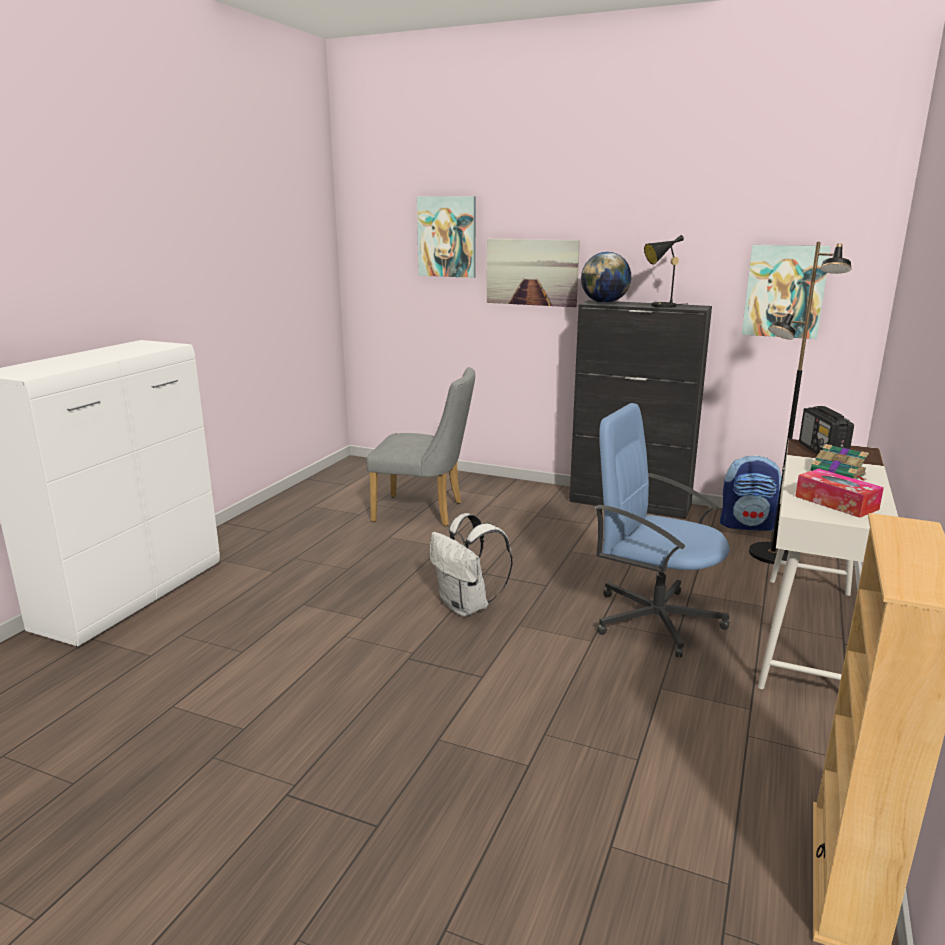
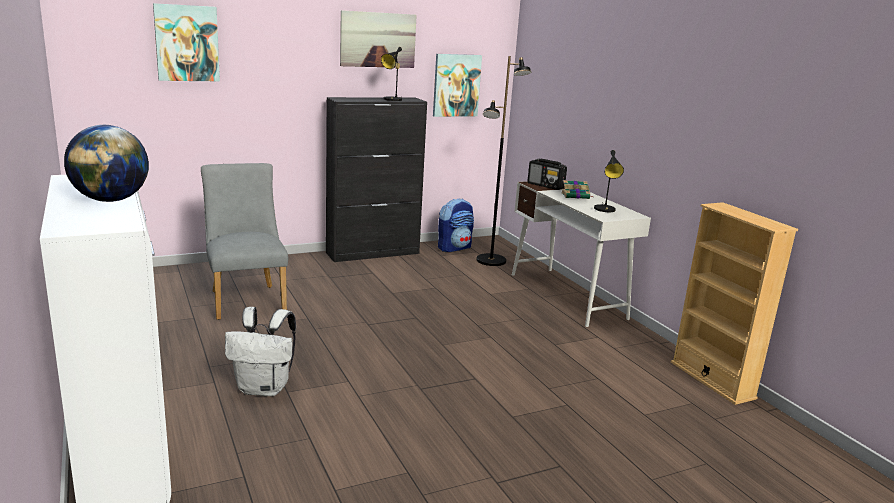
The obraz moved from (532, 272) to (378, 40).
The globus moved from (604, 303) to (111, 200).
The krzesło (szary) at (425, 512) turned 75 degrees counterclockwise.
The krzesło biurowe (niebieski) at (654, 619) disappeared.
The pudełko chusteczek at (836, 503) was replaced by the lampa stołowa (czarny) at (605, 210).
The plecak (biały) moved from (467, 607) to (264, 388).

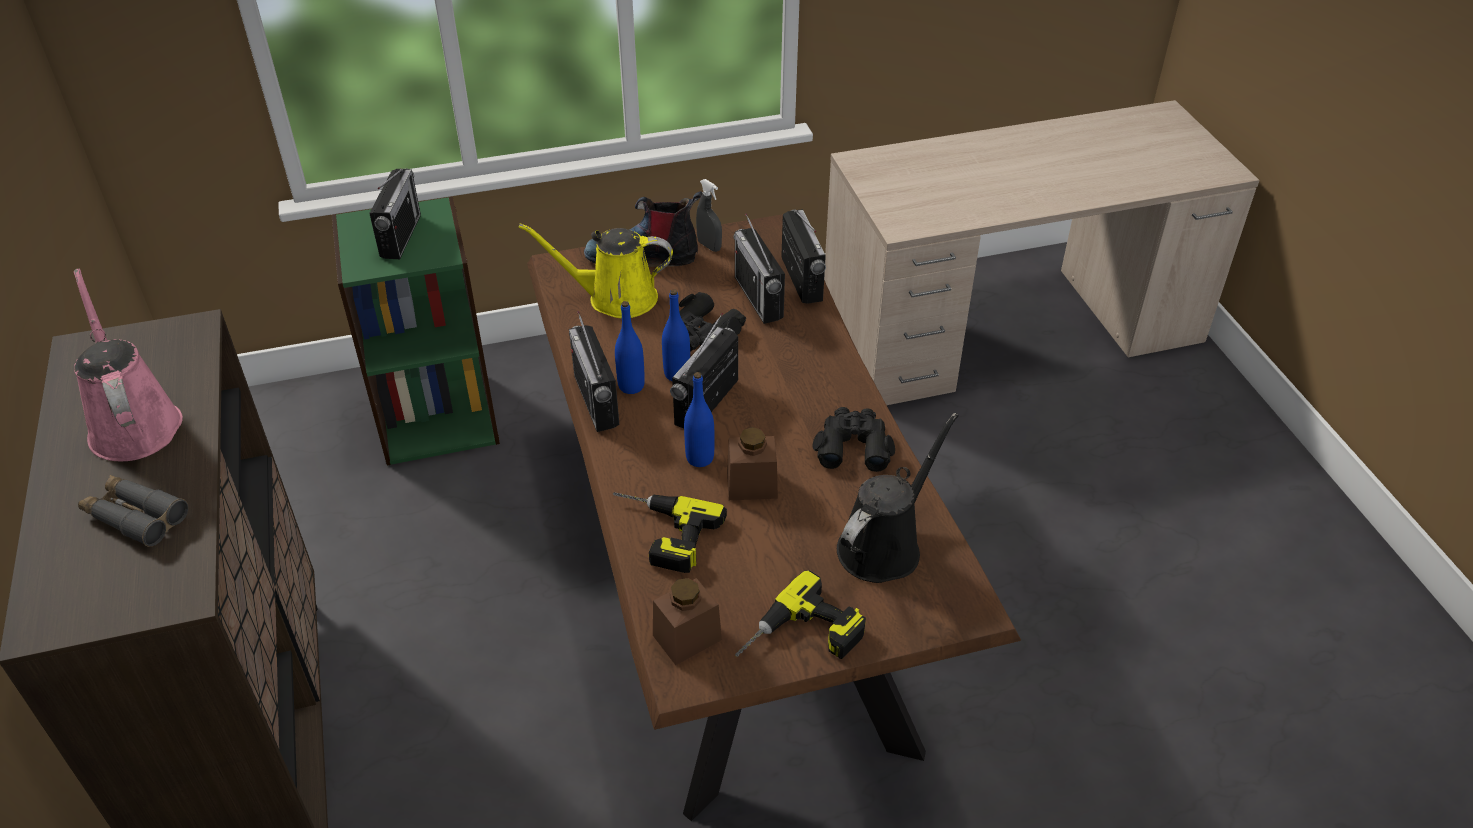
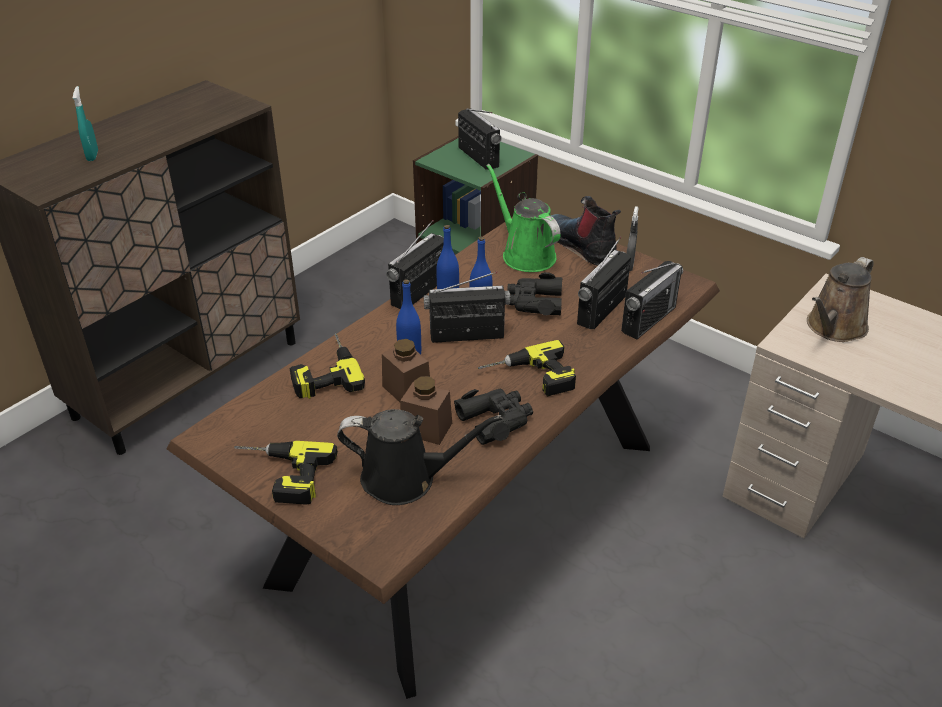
The radio at (401, 236) turned 90 degrees counterclockwise.
The konewka (żółty) at (615, 298) became the konewka (zielony) at (525, 254).
The konewka (różowy) at (133, 423) disappeared.
The lornetka (szary) at (135, 516) was replaced by the spryskiwacz (turkusowy) at (92, 156).
The słoik (brązowy) moved from (687, 637) to (426, 428).
The konewka (brązowy) at (834, 328) appeared.
The wiertarka at (529, 378) appeared.

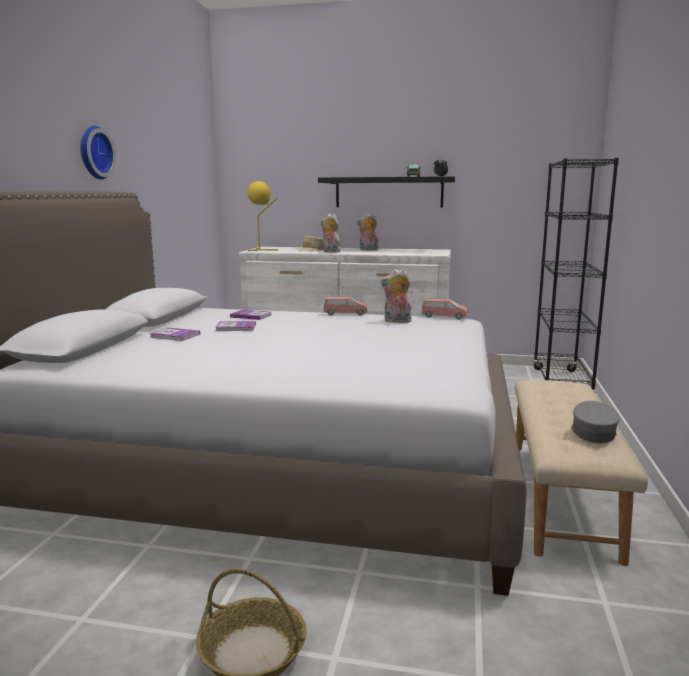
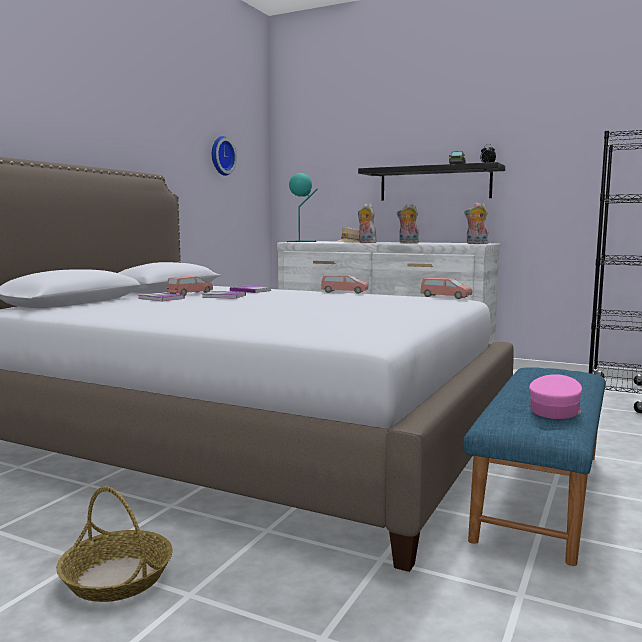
The zegar ścienny moved from (93, 153) to (221, 156).
The lampa stołowa (żółty) at (261, 250) became the lampa stołowa (turkusowy) at (301, 241).
The pluszak moved from (396, 321) to (476, 244).
The ławka (beżowy) at (559, 495) became the ławka (niebieski) at (538, 493).
The czapka z daszkiem (szary) at (592, 432) became the czapka z daszkiem (różowy) at (554, 410).
The samochodzik (różowy) at (190, 294) appeared.

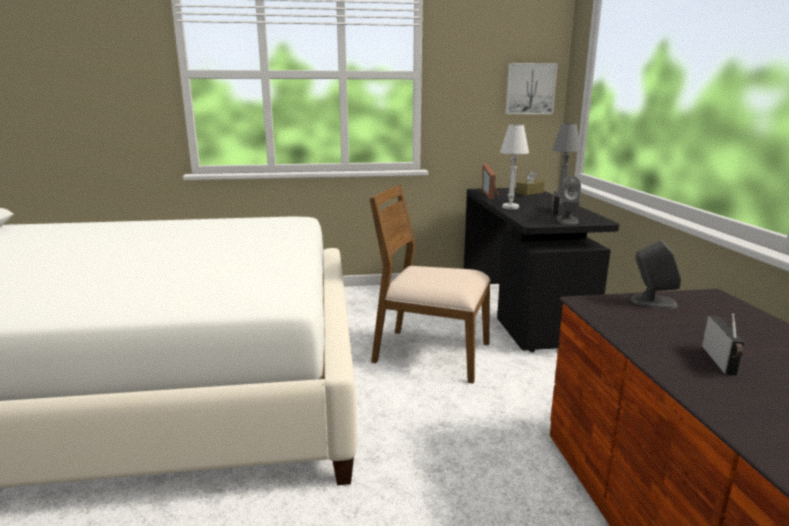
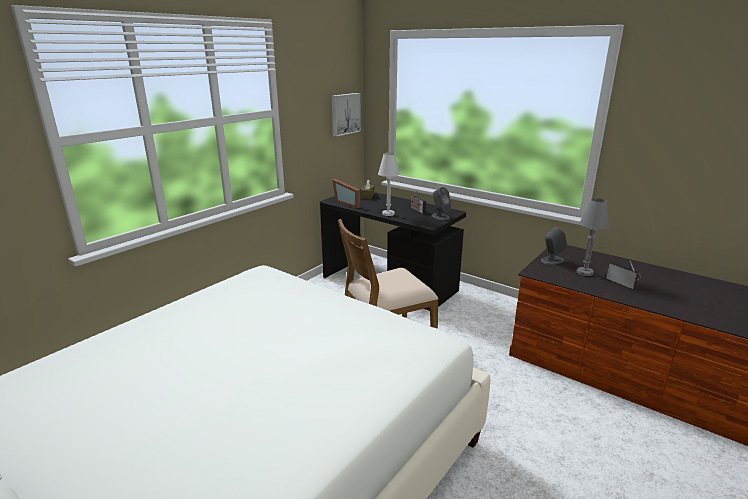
The lampa stołowa (szary) moved from (561, 204) to (584, 272).

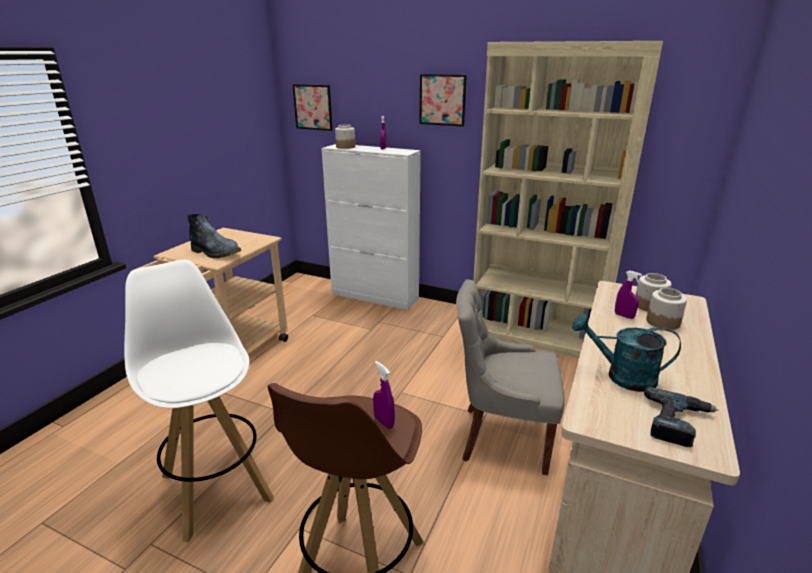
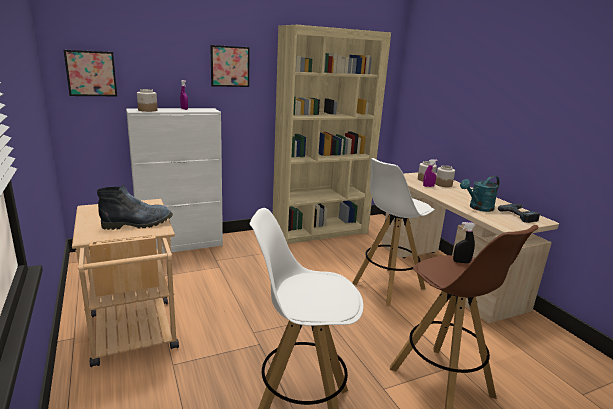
The krzesło (szary) at (501, 437) was replaced by the stołek (biały) at (387, 286).
The spryskiwacz (fioletowy) at (384, 422) became the spryskiwacz (czarny) at (461, 262).

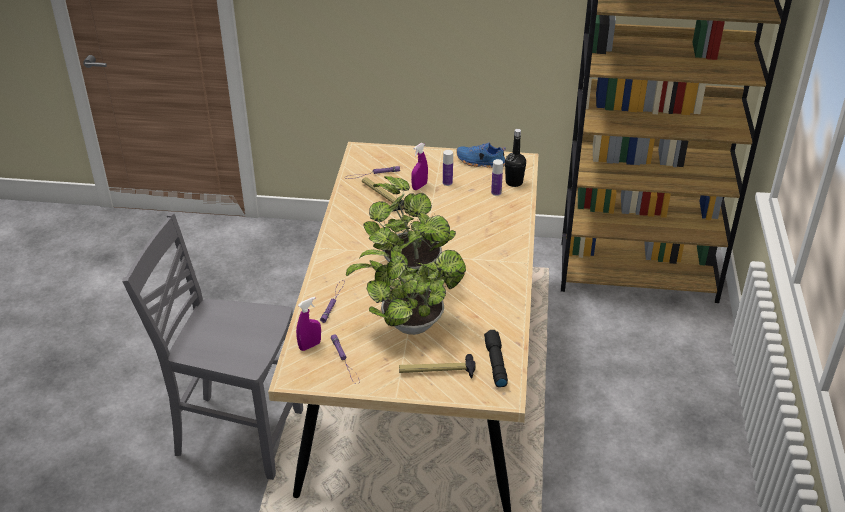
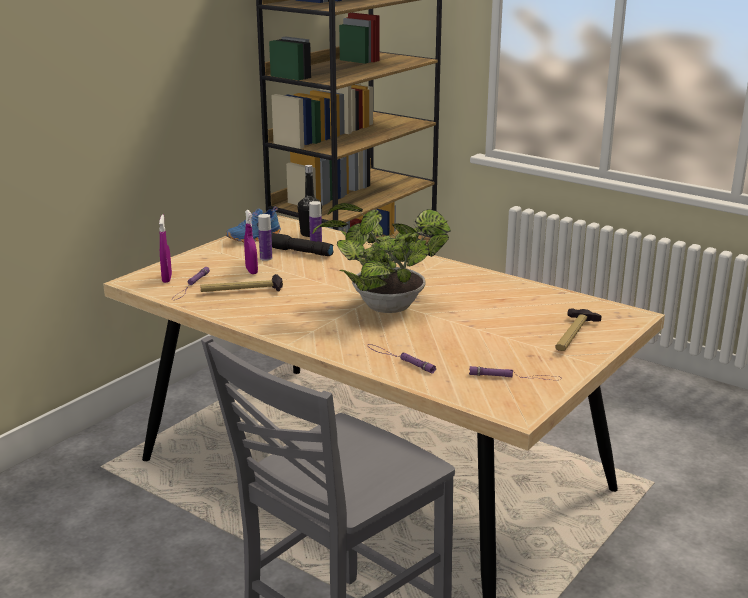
The roślina doniczkowa at (407, 324) disappeared.
The spryskiwacz (fioletowy) moved from (310, 346) to (167, 278).
The latarka (czarny) moved from (495, 363) to (300, 252).

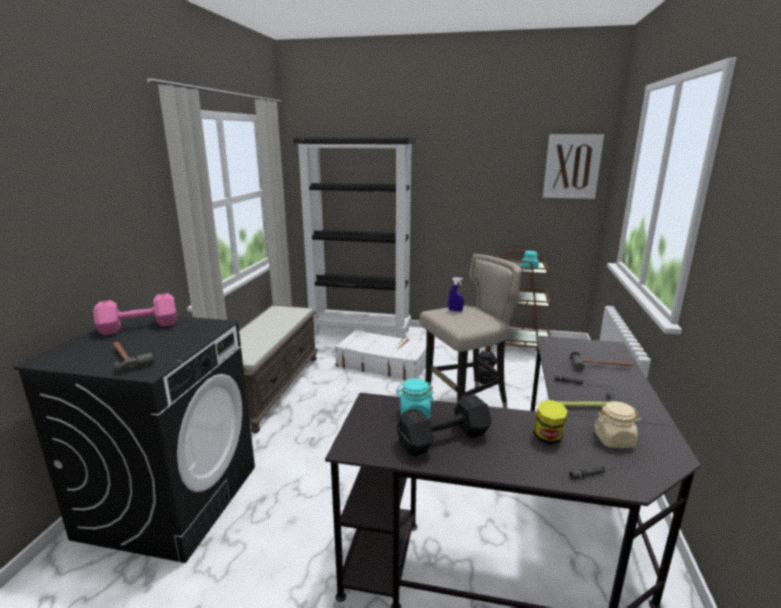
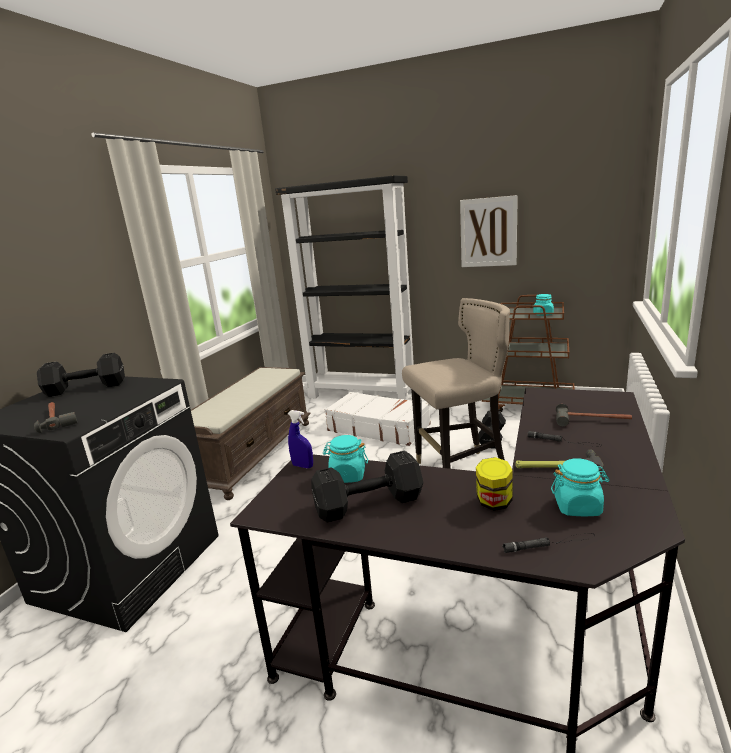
The obraz moved from (572, 167) to (488, 232).
The spryskiwacz (niebieski) moved from (455, 311) to (303, 466).
The hantel (różowy) at (137, 327) became the hantel (czarny) at (84, 388).
The słoik (beżowy) at (614, 440) became the słoik (turkusowy) at (578, 507).

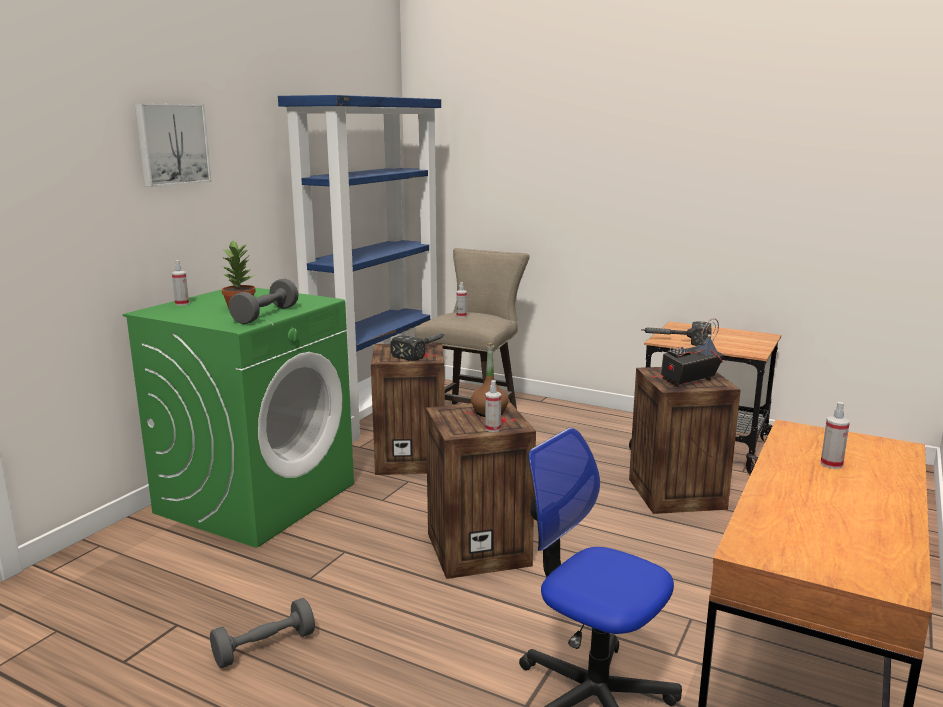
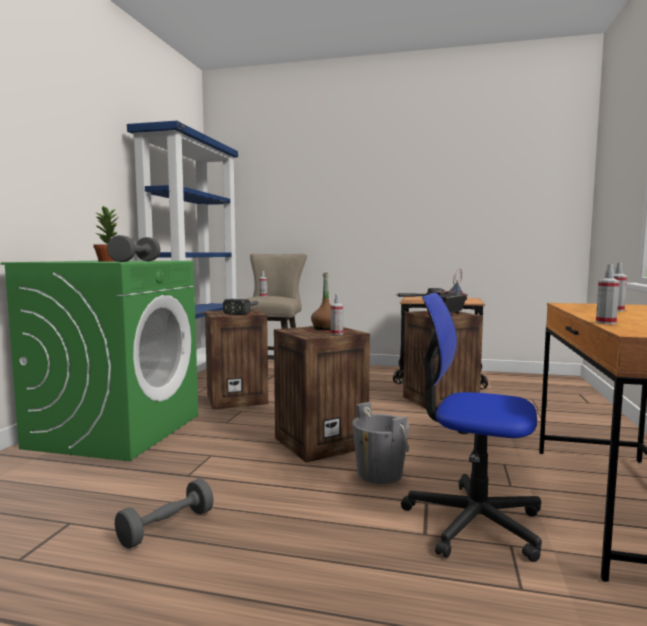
The obraz at (171, 144) disappeared.
The spryskiwacz moved from (182, 304) to (606, 323).
The wiadro (szary) at (379, 474) appeared.

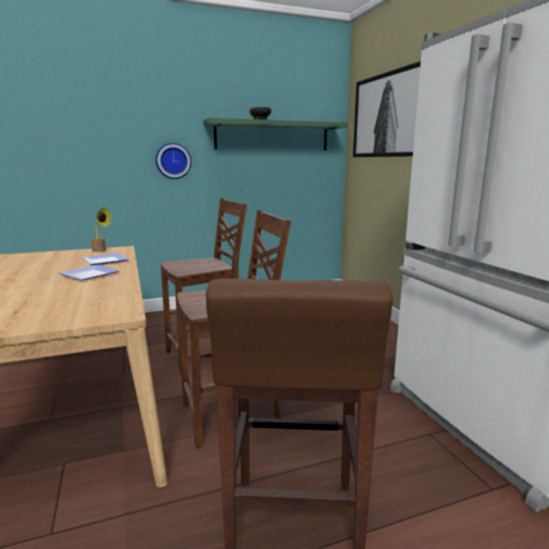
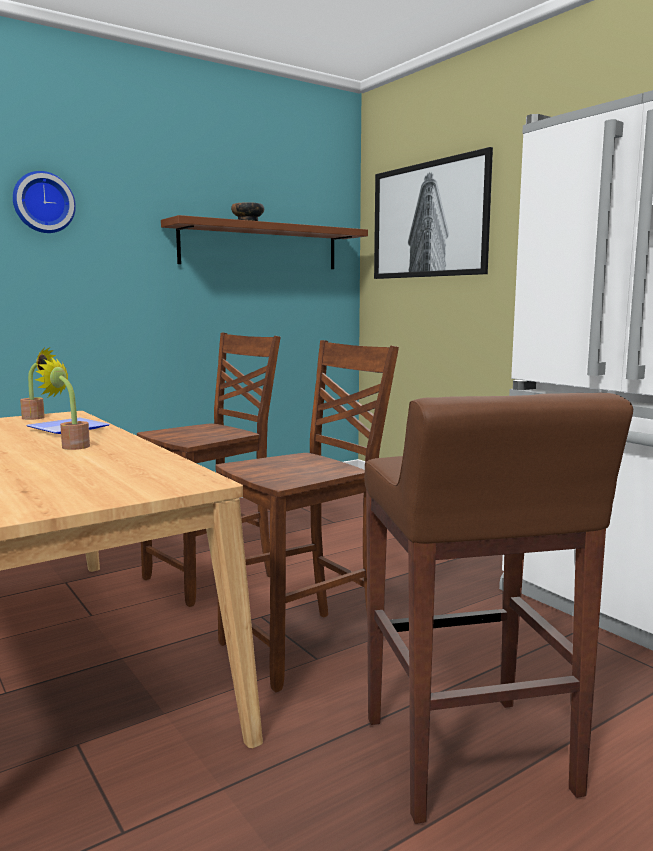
The półka (zielony) at (272, 136) became the półka (brązowy) at (260, 246).
The zegar ścienny moved from (173, 161) to (43, 203).
The talerz at (89, 275) was replaced by the roślina doniczkowa at (71, 446).

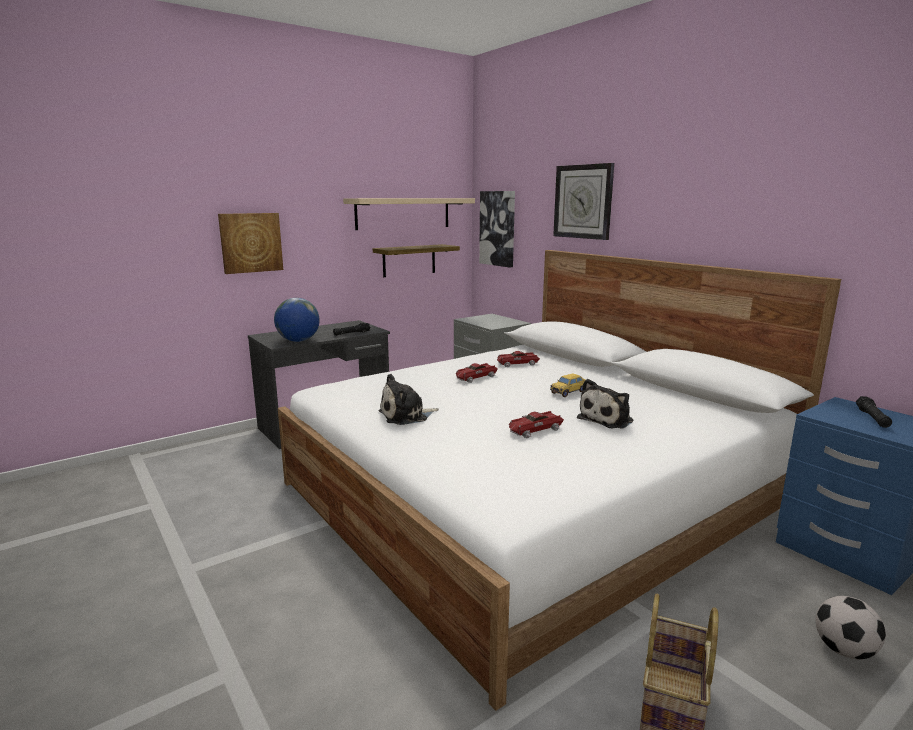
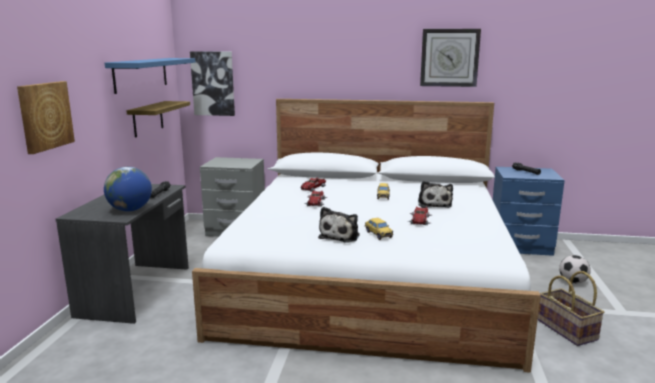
The zegar ścienny moved from (583, 201) to (449, 57).
The półka (beżowy) at (403, 213) became the półka (niebieski) at (141, 74).
The samochodzik at (378, 234) appeared.

